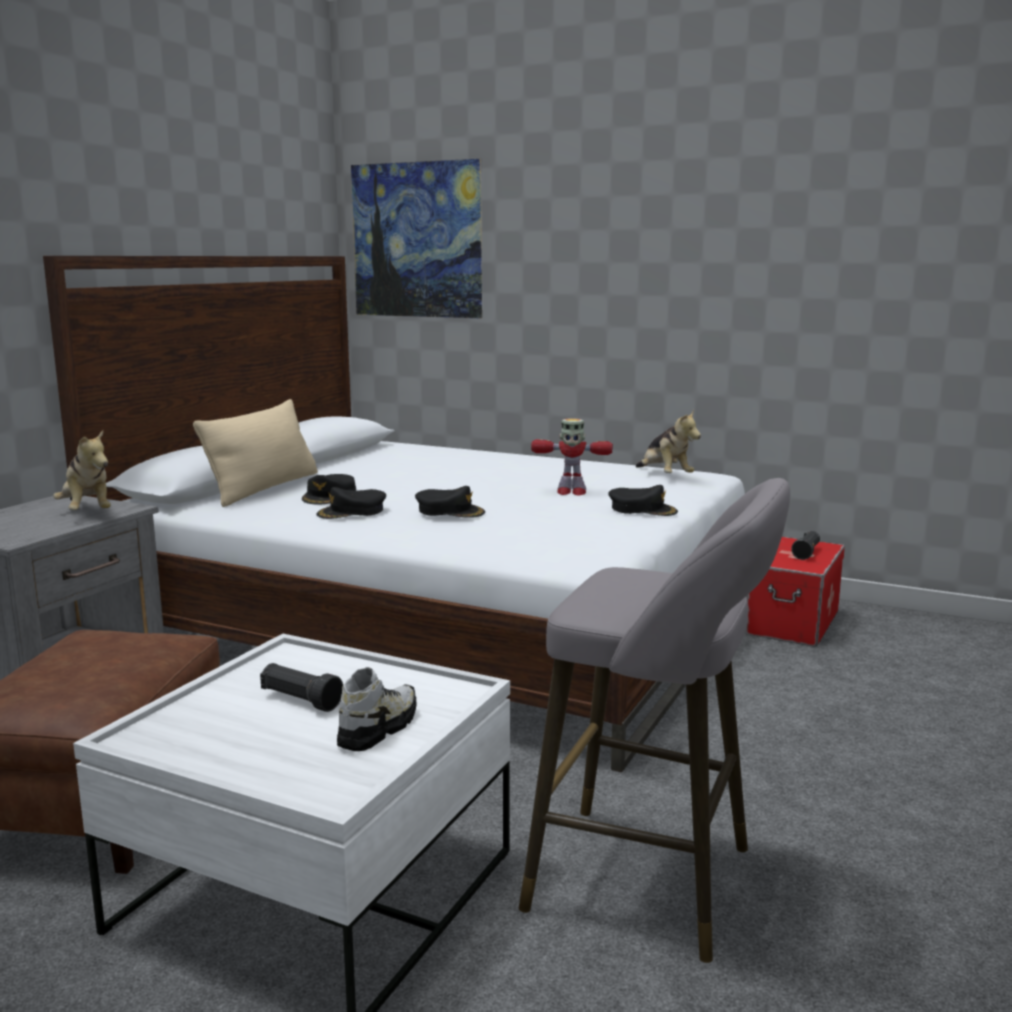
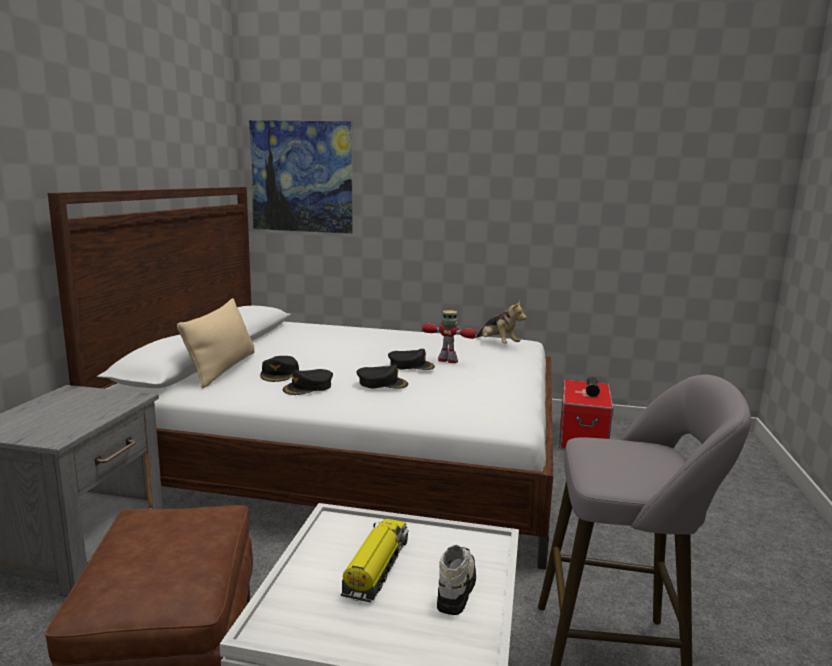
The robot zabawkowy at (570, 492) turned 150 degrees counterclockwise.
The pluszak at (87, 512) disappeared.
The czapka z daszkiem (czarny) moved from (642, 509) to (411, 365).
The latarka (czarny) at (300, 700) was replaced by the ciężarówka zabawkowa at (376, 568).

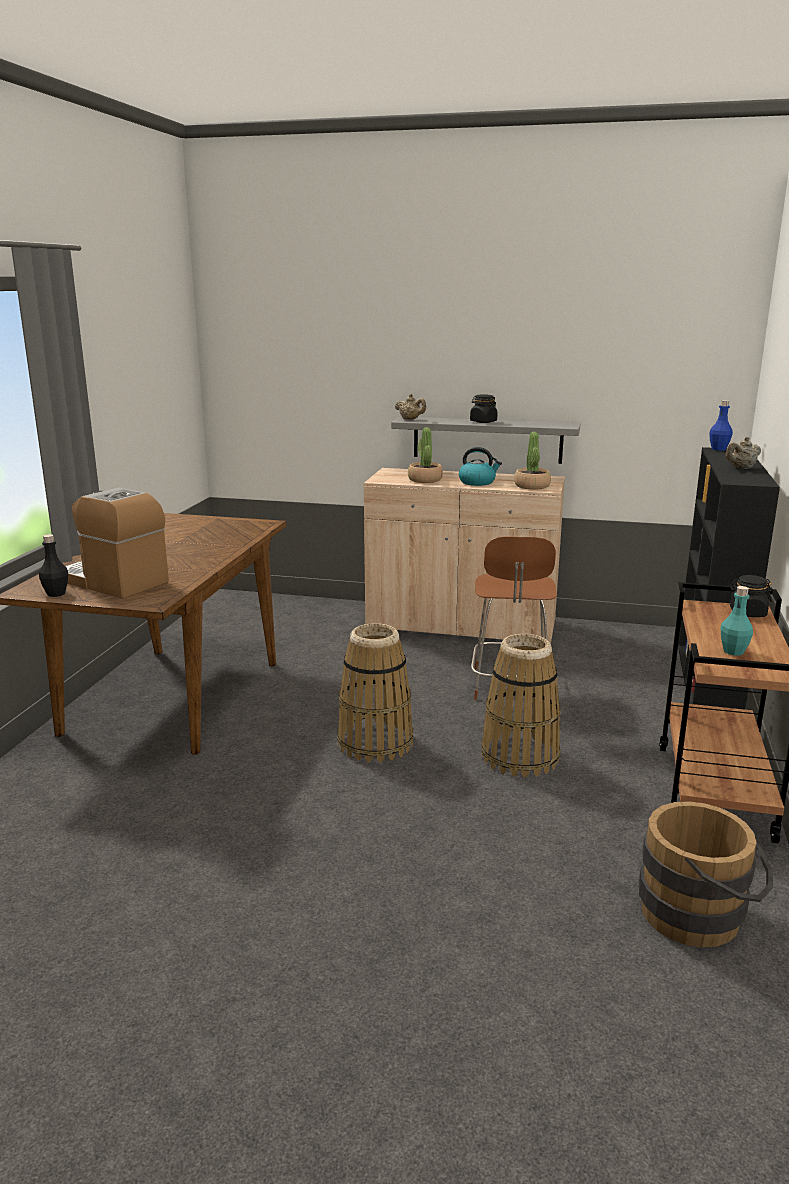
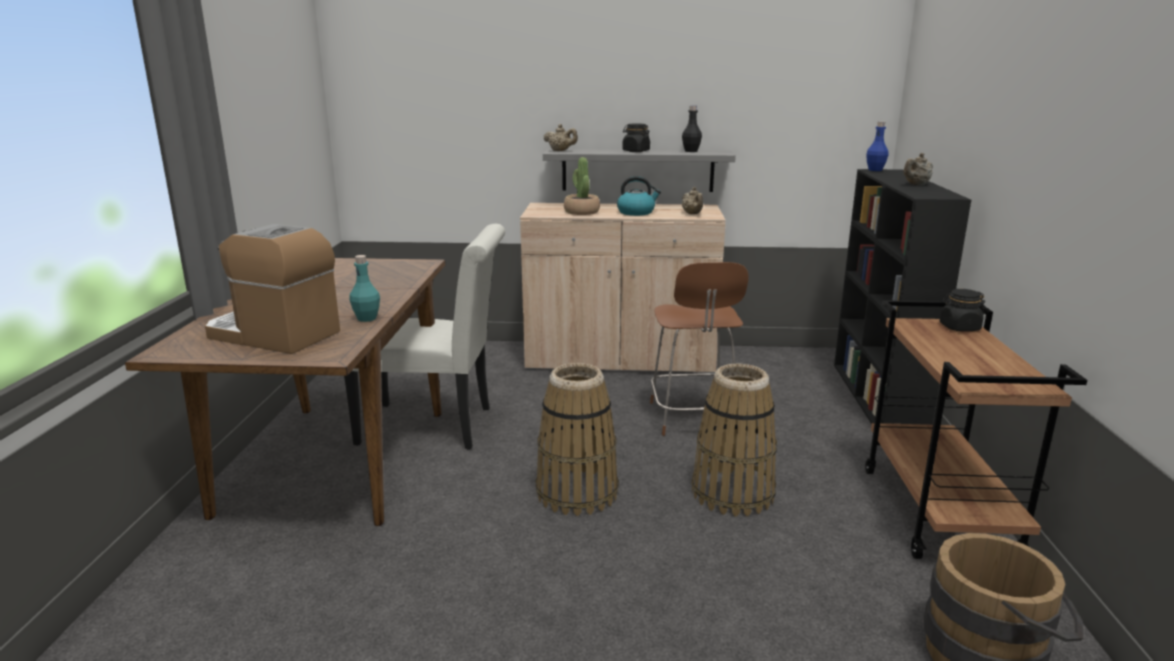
The roślina doniczkowa at (532, 486) was replaced by the imbryk (beżowy) at (692, 214).
The butelka (czarny) moved from (56, 593) to (691, 151).
The butelka (turkusowy) moved from (733, 651) to (366, 318).
The krzesło (biały) at (435, 426) appeared.

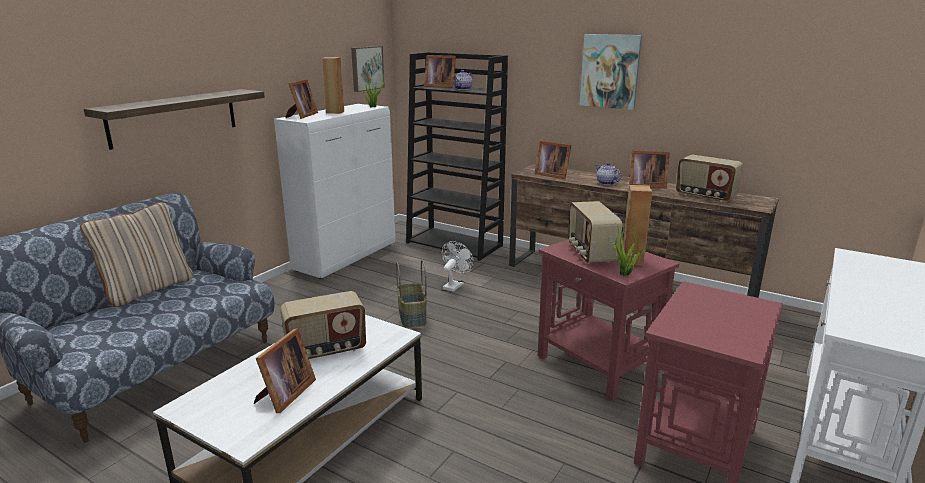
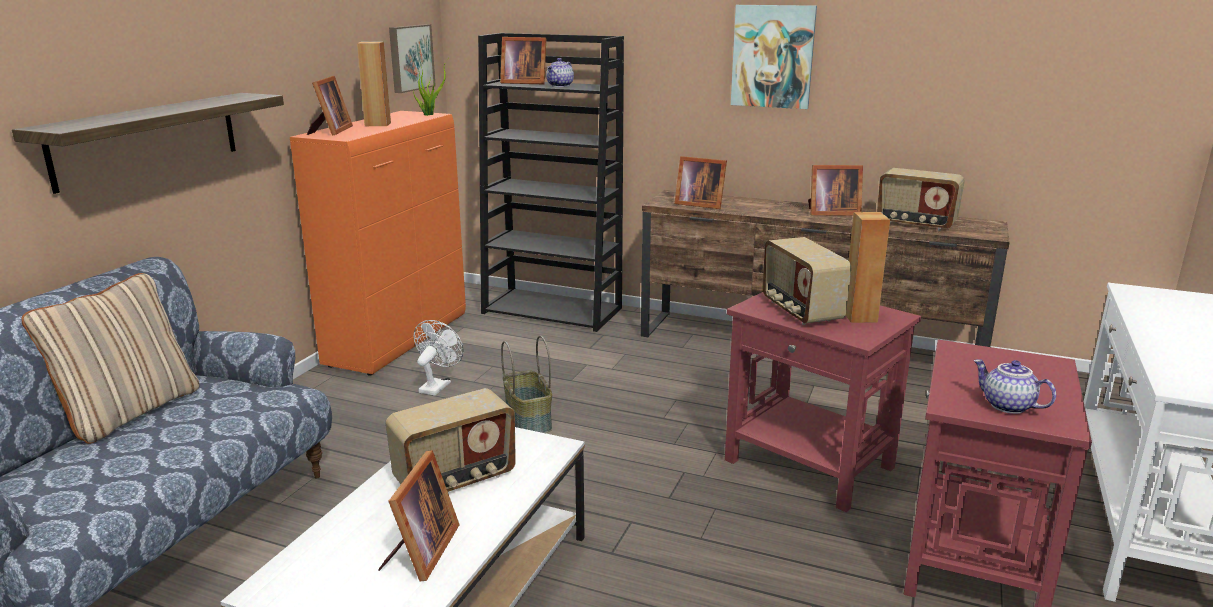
The szafka (biały) at (346, 257) became the szafka (pomarańczowy) at (399, 340).
The imbryk moved from (606, 183) to (1006, 406).
The roślina doniczkowa at (624, 274) disappeared.
The wentylator (biały) moved from (455, 285) to (437, 385).

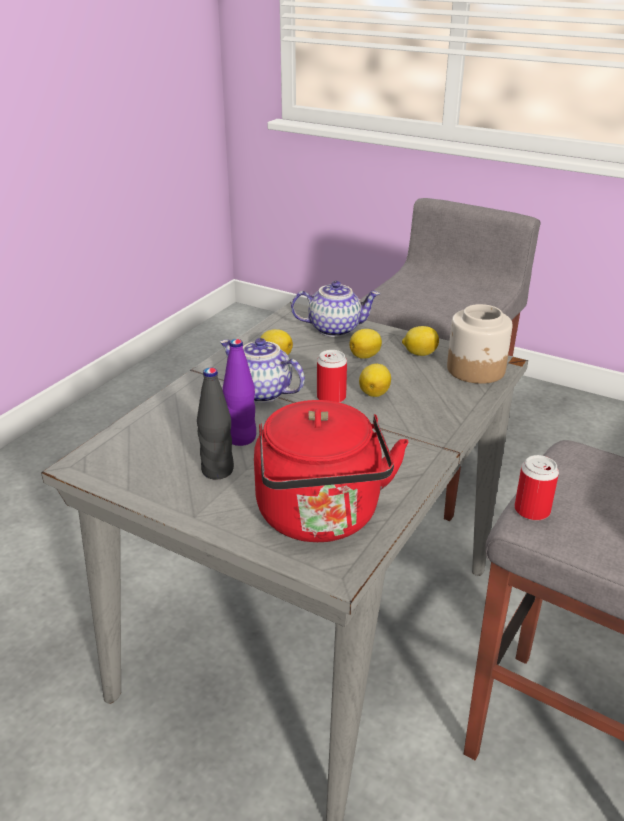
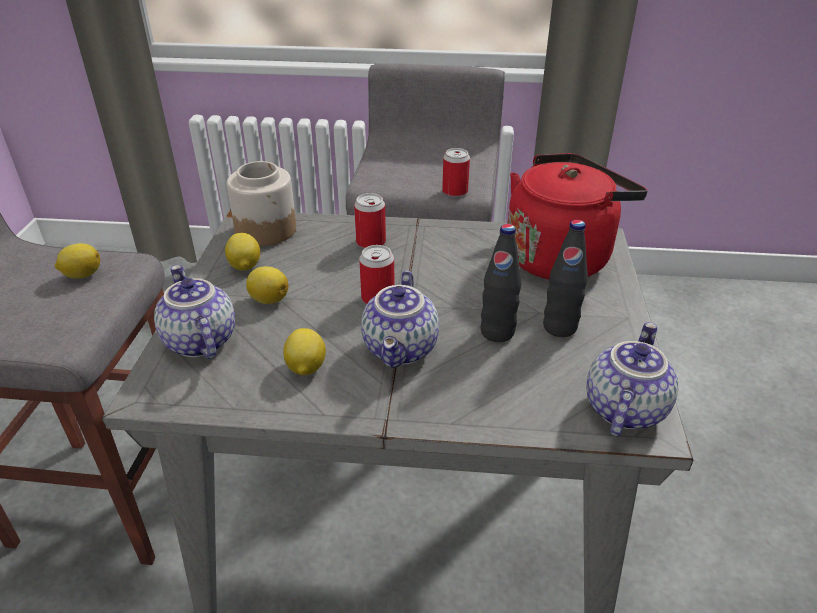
The butelka (fioletowy) at (241, 438) became the butelka (czarny) at (497, 332).
The cytryna moved from (375, 393) to (82, 275).
The puszka at (371, 242) appeared.
The imbryk at (622, 408) appeared.

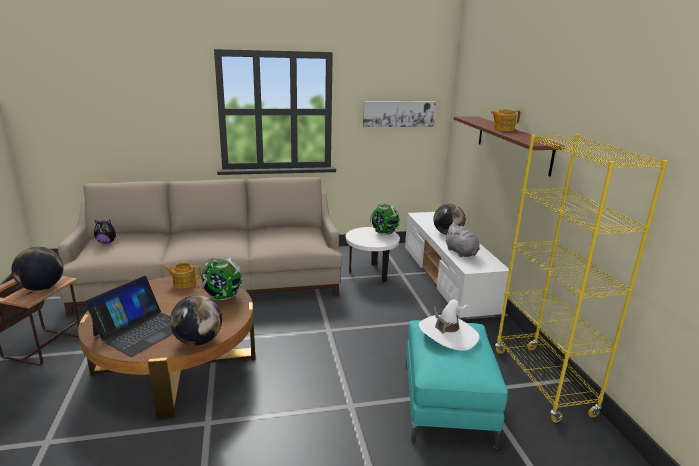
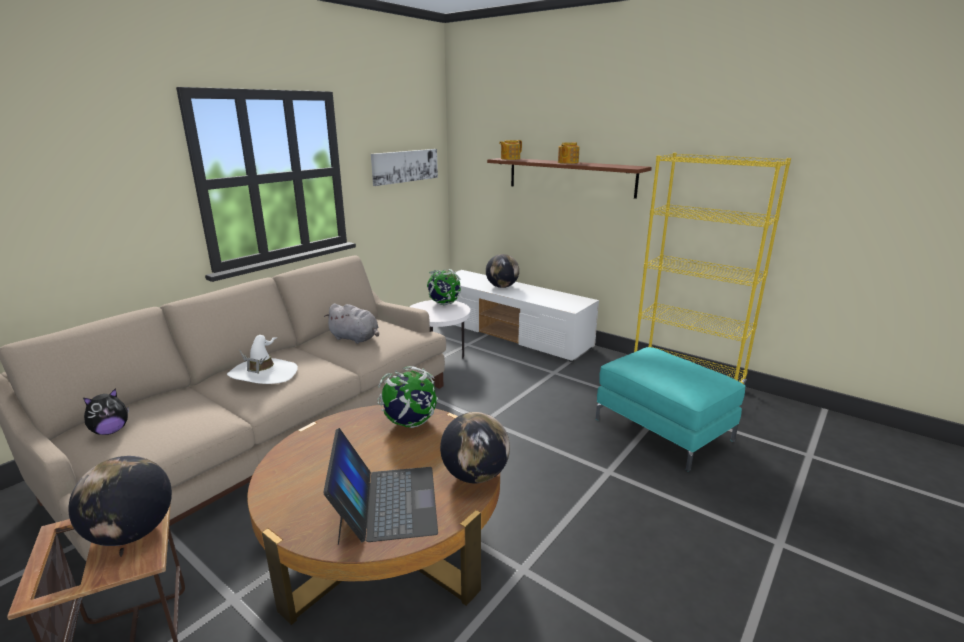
The pluszak (szary) moved from (461, 253) to (356, 338).
The imbryk moved from (184, 283) to (510, 159).
The kapelusz (biały) moved from (448, 334) to (263, 374).

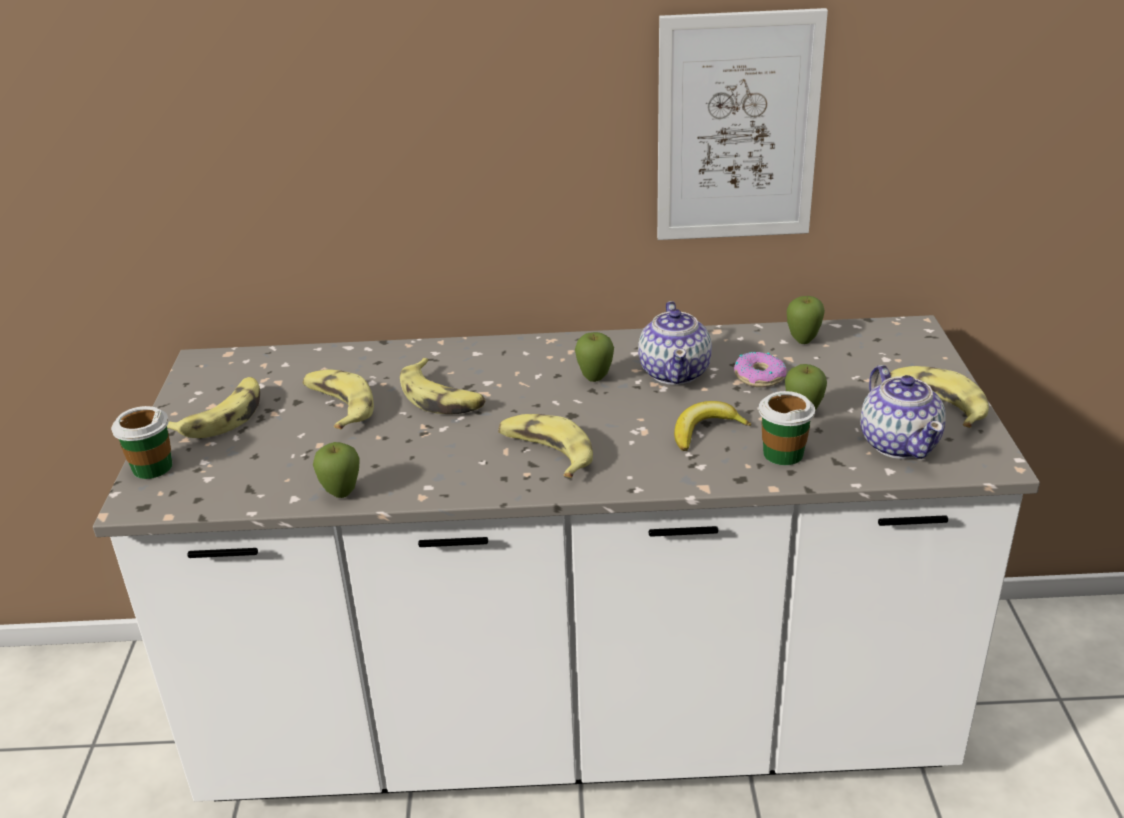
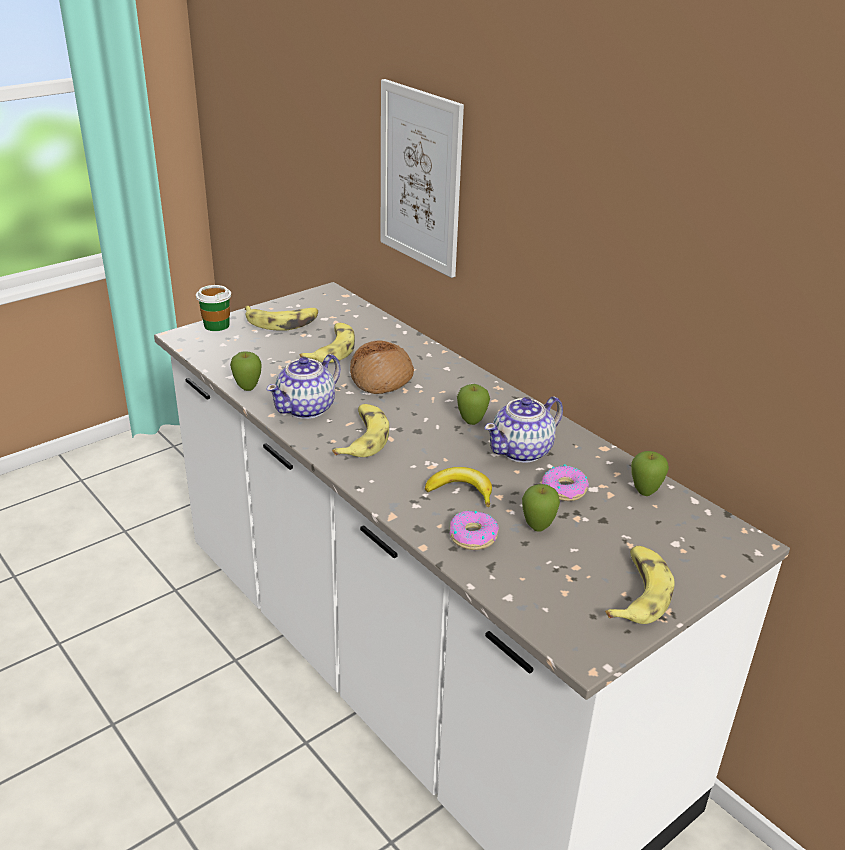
The obraz moved from (737, 128) to (420, 178).
The banan at (442, 397) was replaced by the chleb at (381, 378).
The imbryk moved from (899, 443) to (307, 408).
The filiżanka at (783, 453) was replaced by the donut at (472, 536).

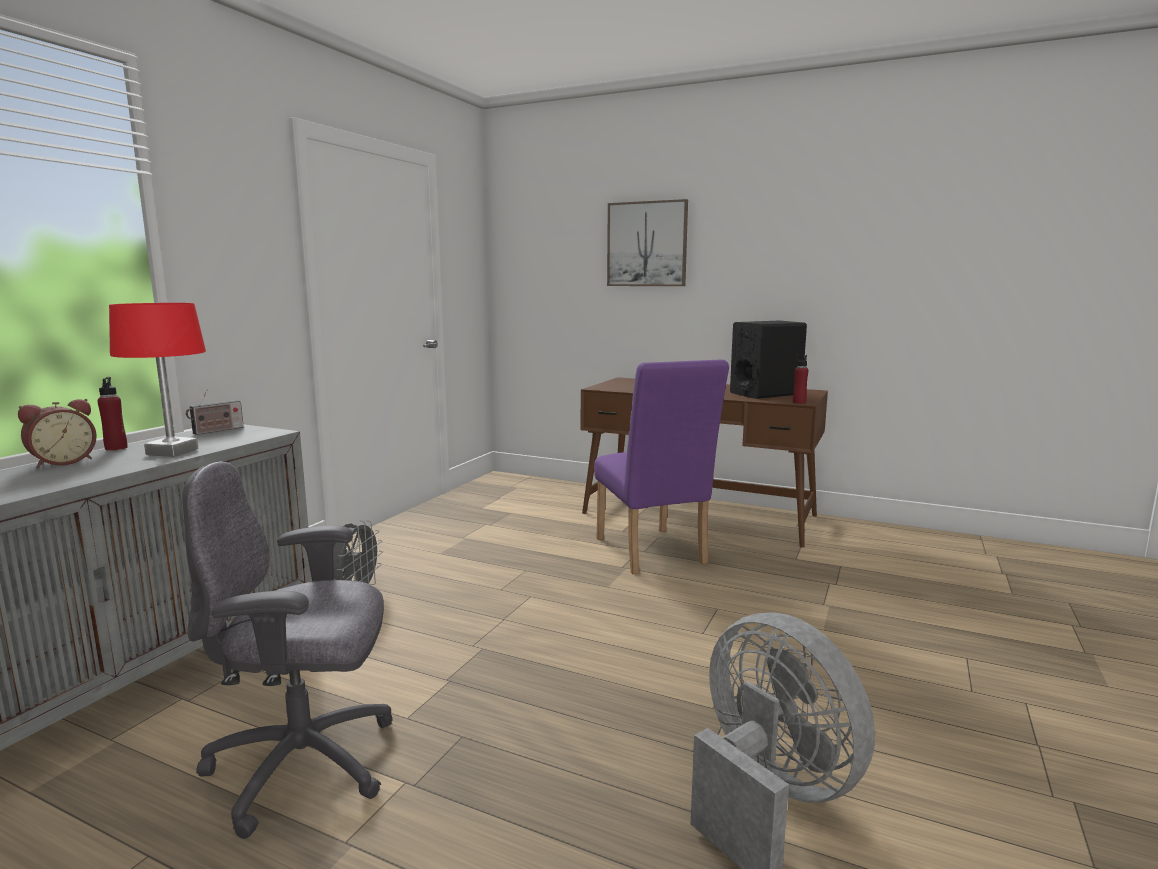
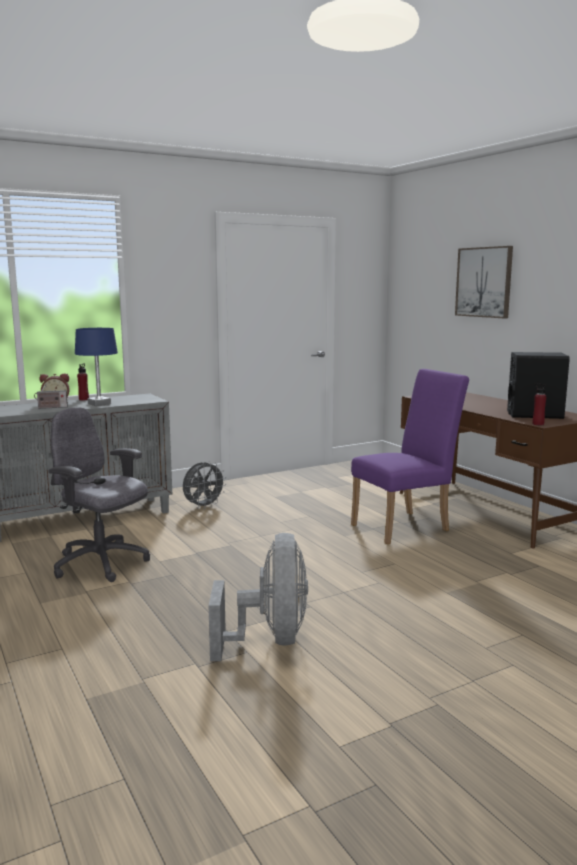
The lampa stołowa (czerwony) at (172, 452) became the lampa stołowa (niebieski) at (99, 404).
The krzesło (fioletowy) at (653, 554) turned 135 degrees counterclockwise.
The radio moved from (216, 431) to (51, 407).

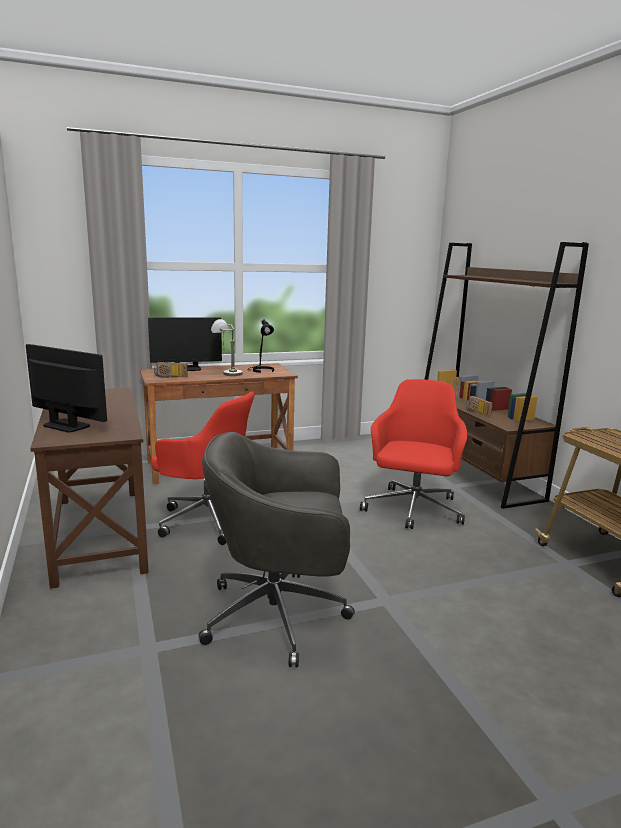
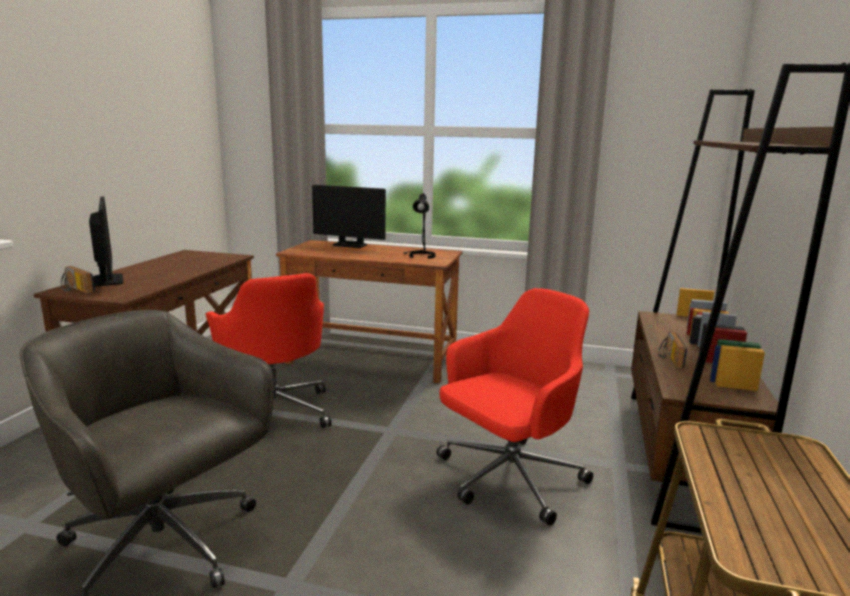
The lampa stołowa (szary) at (226, 374) disappeared.
The radio moved from (170, 377) to (75, 290).

